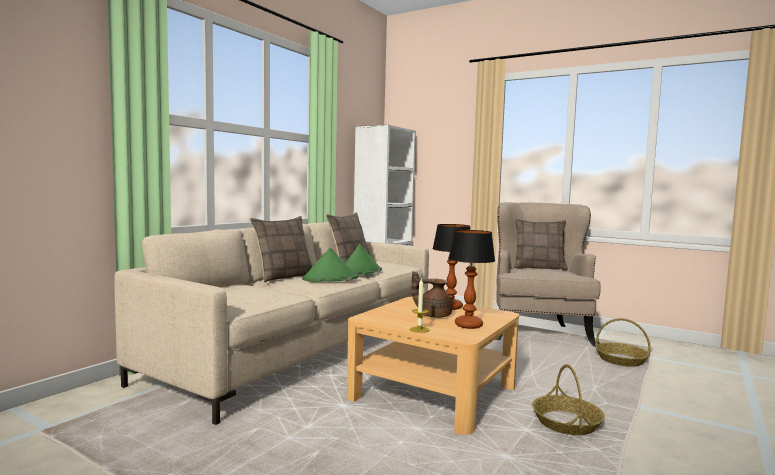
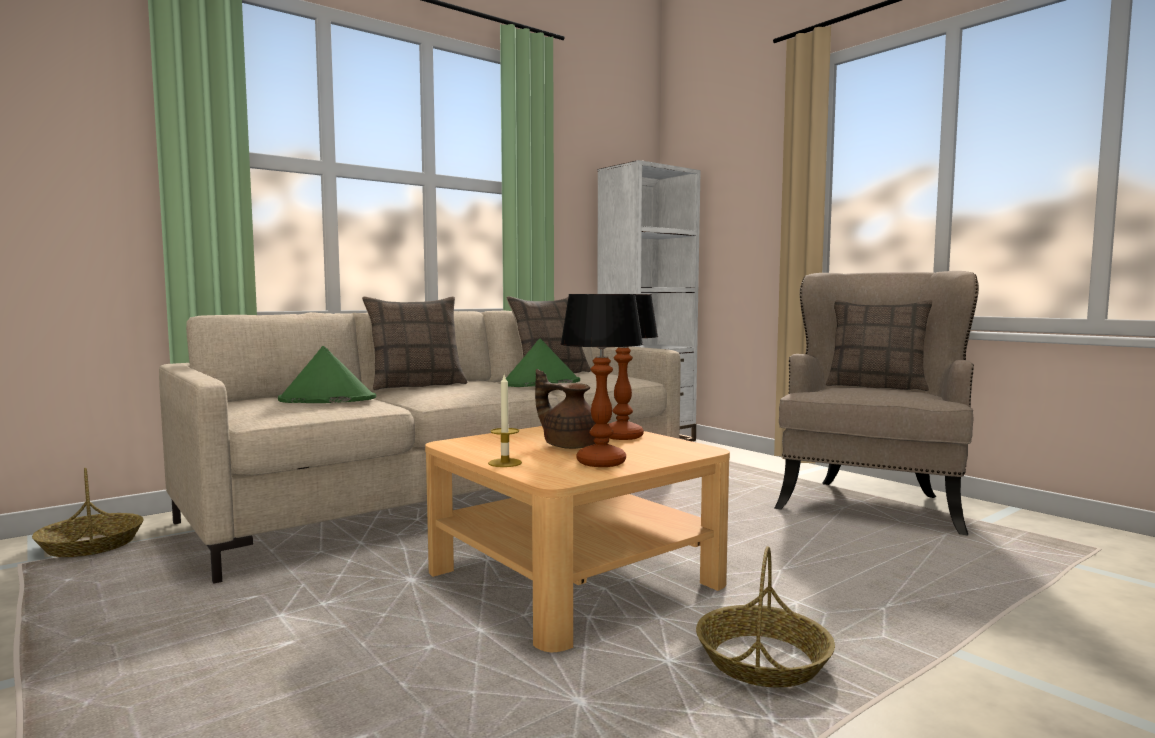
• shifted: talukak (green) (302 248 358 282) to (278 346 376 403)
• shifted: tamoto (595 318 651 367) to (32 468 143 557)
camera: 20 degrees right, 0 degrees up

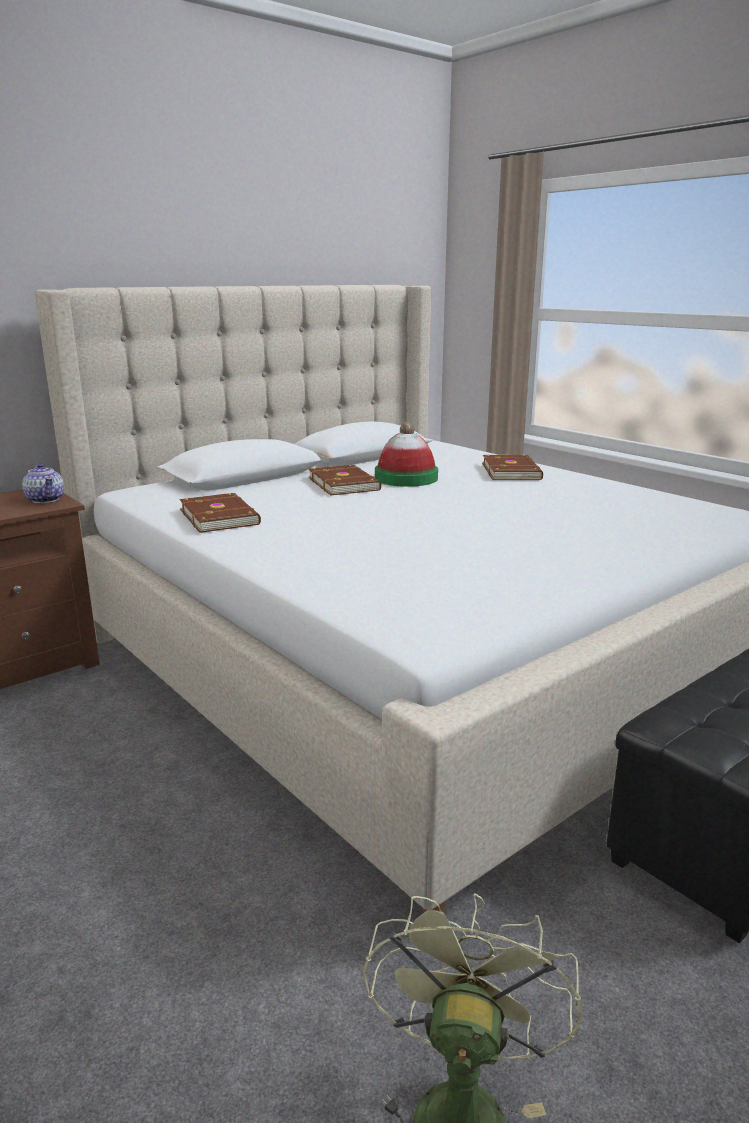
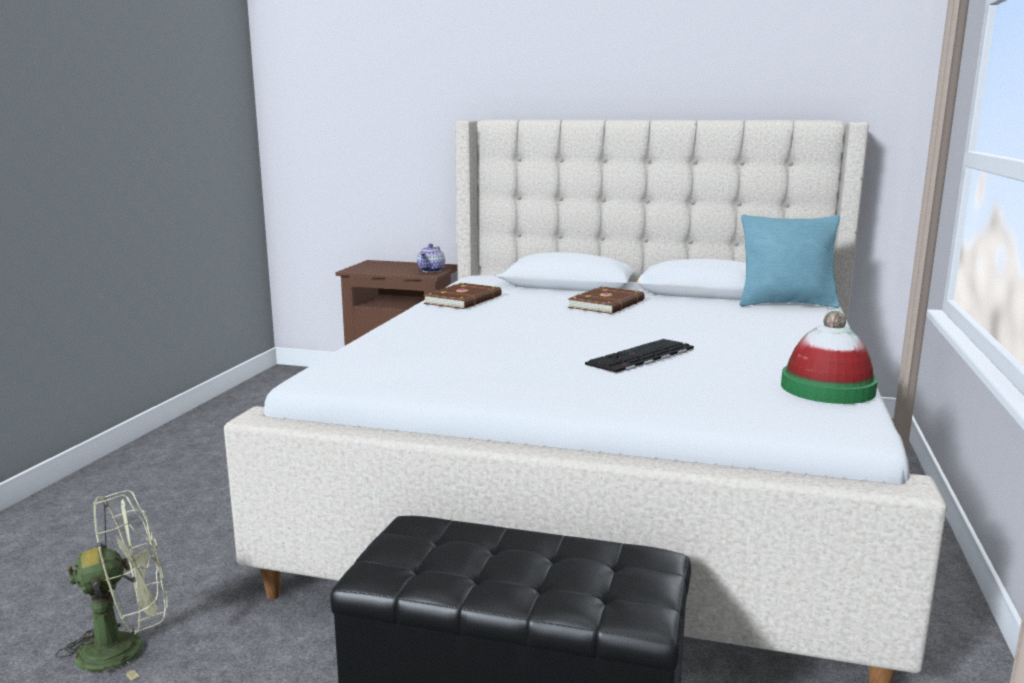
• gone: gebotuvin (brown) (482 455 543 480)
• new: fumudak (585 339 694 374)
• new: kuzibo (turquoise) (740 214 840 308)
• shifted: talukak (375 422 438 487) to (781 311 878 404)
camera: 55 degrees right, 5 degrees down

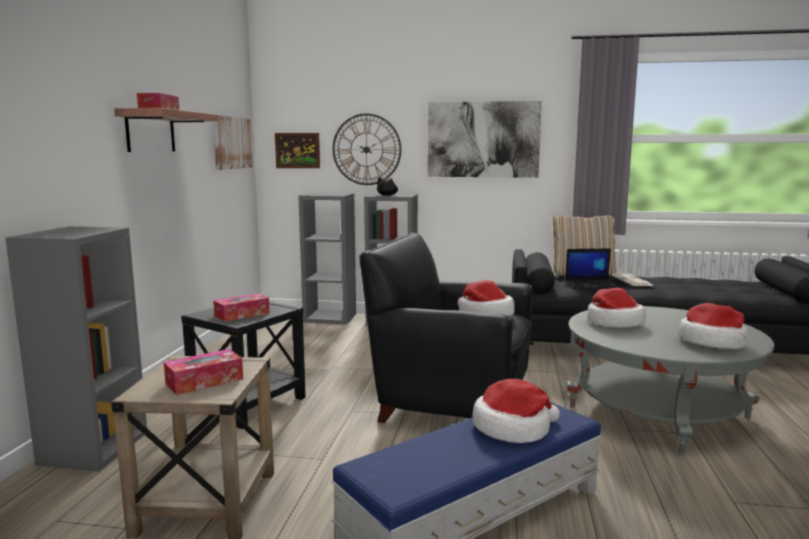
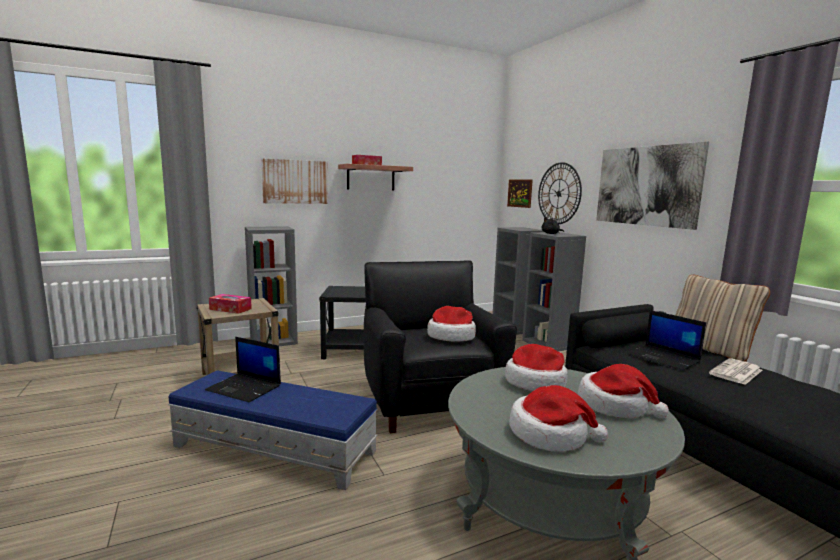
• gone: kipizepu (213 293 270 322)
• new: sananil (205 337 281 402)
• shifted: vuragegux (213 115 253 170) to (261 158 328 204)
• shifted: talukak (472 379 560 443) to (578 364 669 418)
camera: 55 degrees right, 0 degrees up

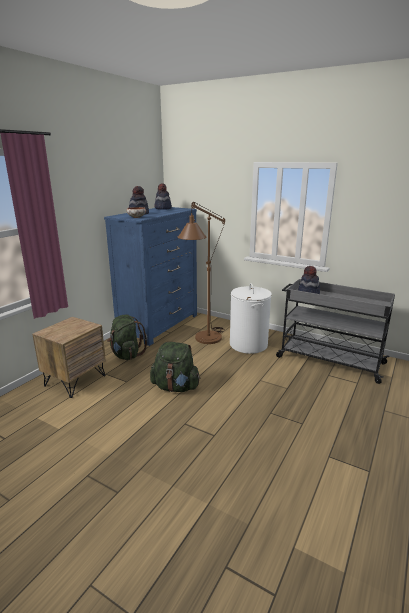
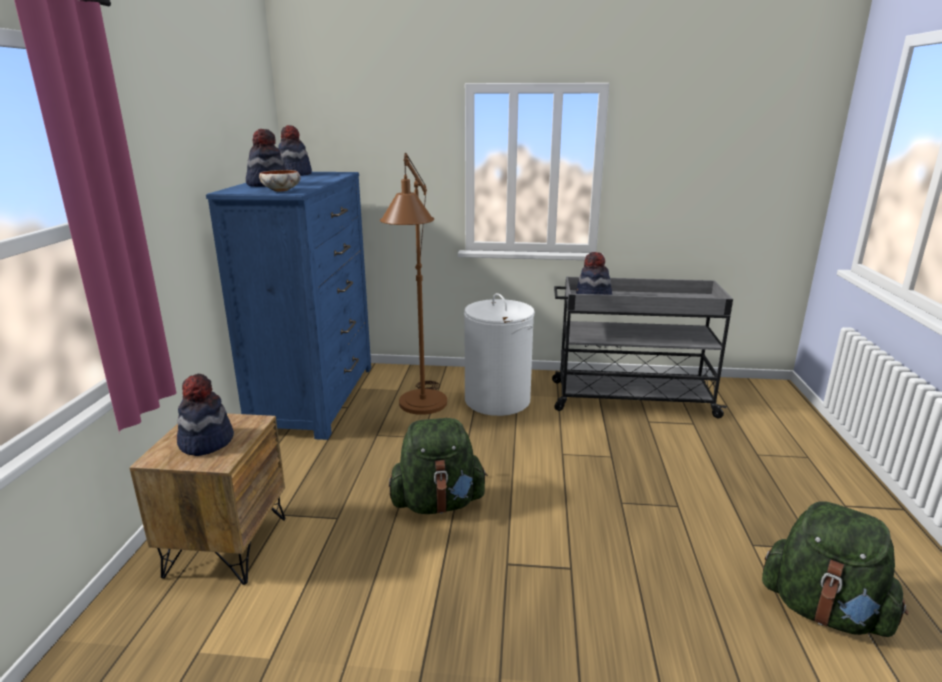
• new: talukak (177 374 234 456)
• shifted: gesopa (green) (107 315 147 360) to (762 501 908 637)
camera: 25 degrees left, 0 degrees up

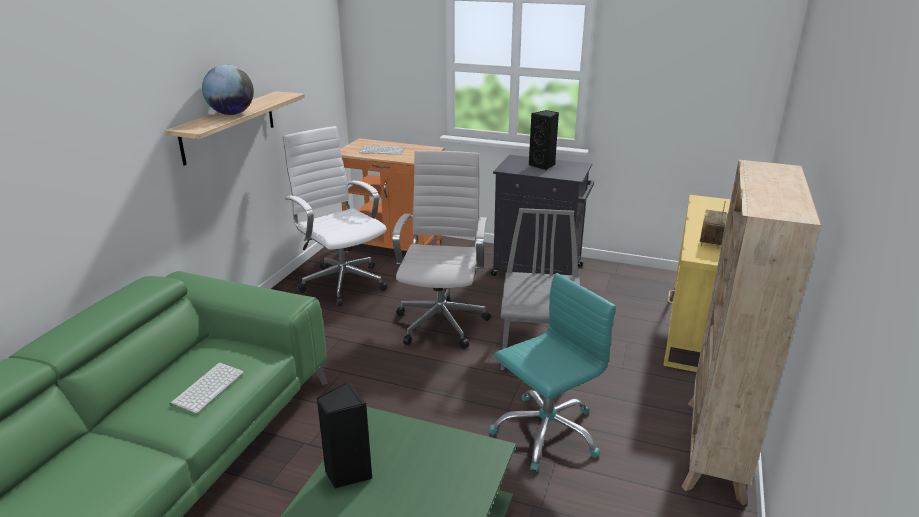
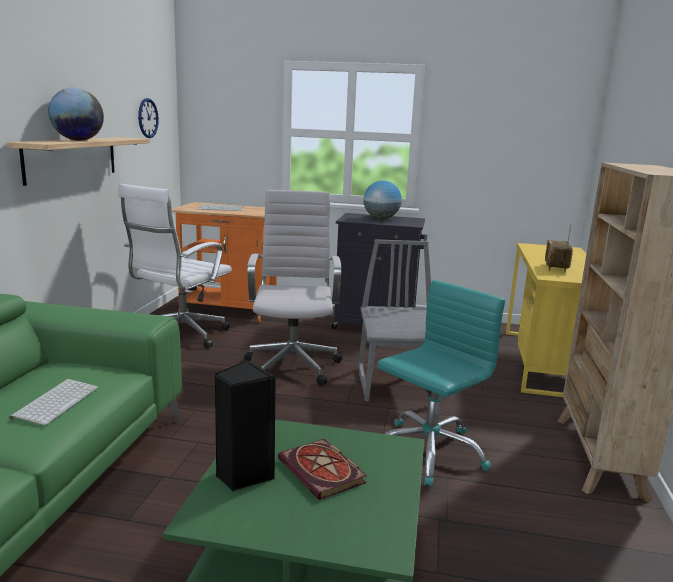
• new: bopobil (138 98 159 138)
• new: gebotuvin (278 439 367 500)
• swapped: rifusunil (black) (529 110 559 170) to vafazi (363 180 402 219)
• rotated: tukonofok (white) (282 126 387 306) = (118 184 232 349) 105 degrees counterclockwise
camera: 10 degrees left, 10 degrees down

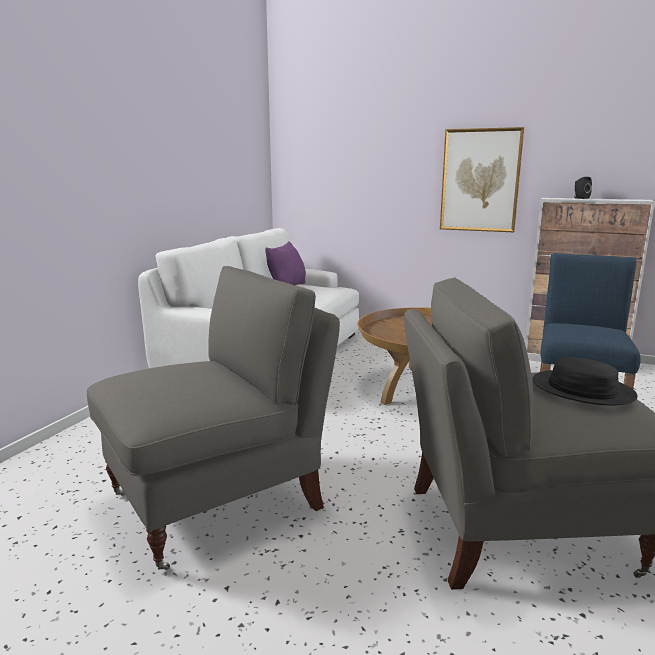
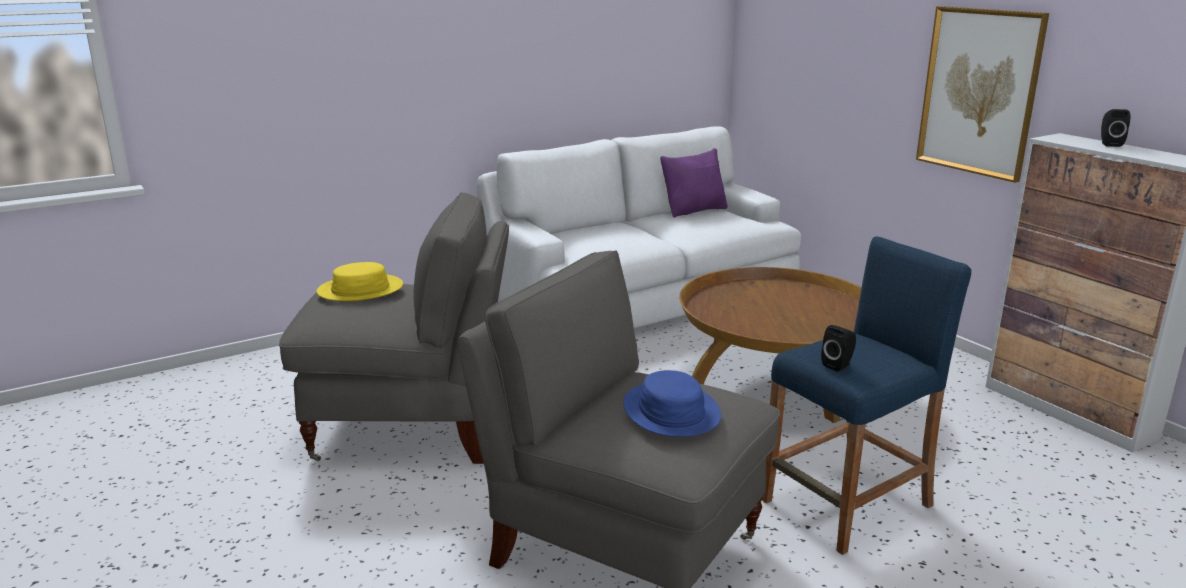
• new: talukak (yellow) (317 262 403 301)
• new: rifusunil (black) (821 325 856 372)
• repainted: talukak (black) (532 357 638 405) to talukak (blue) (623 370 721 437)
camera: 35 degrees right, 5 degrees up

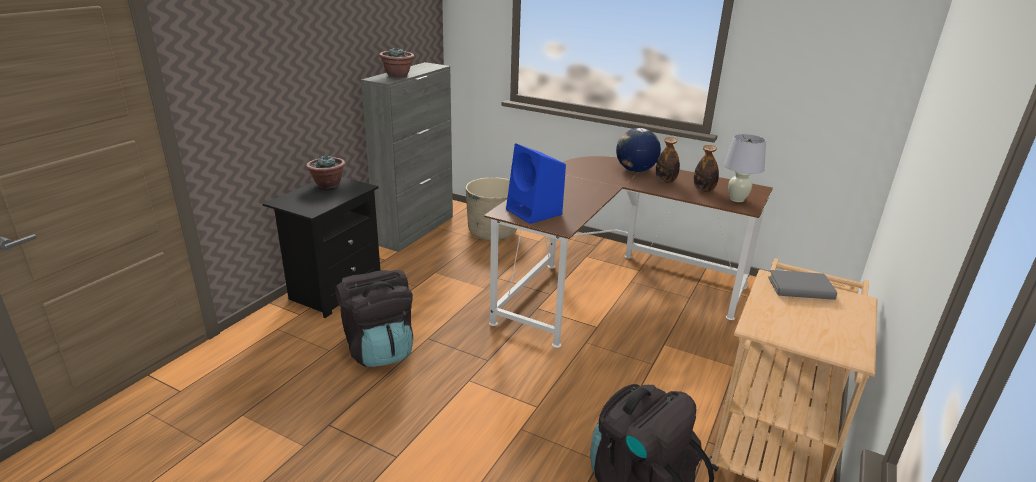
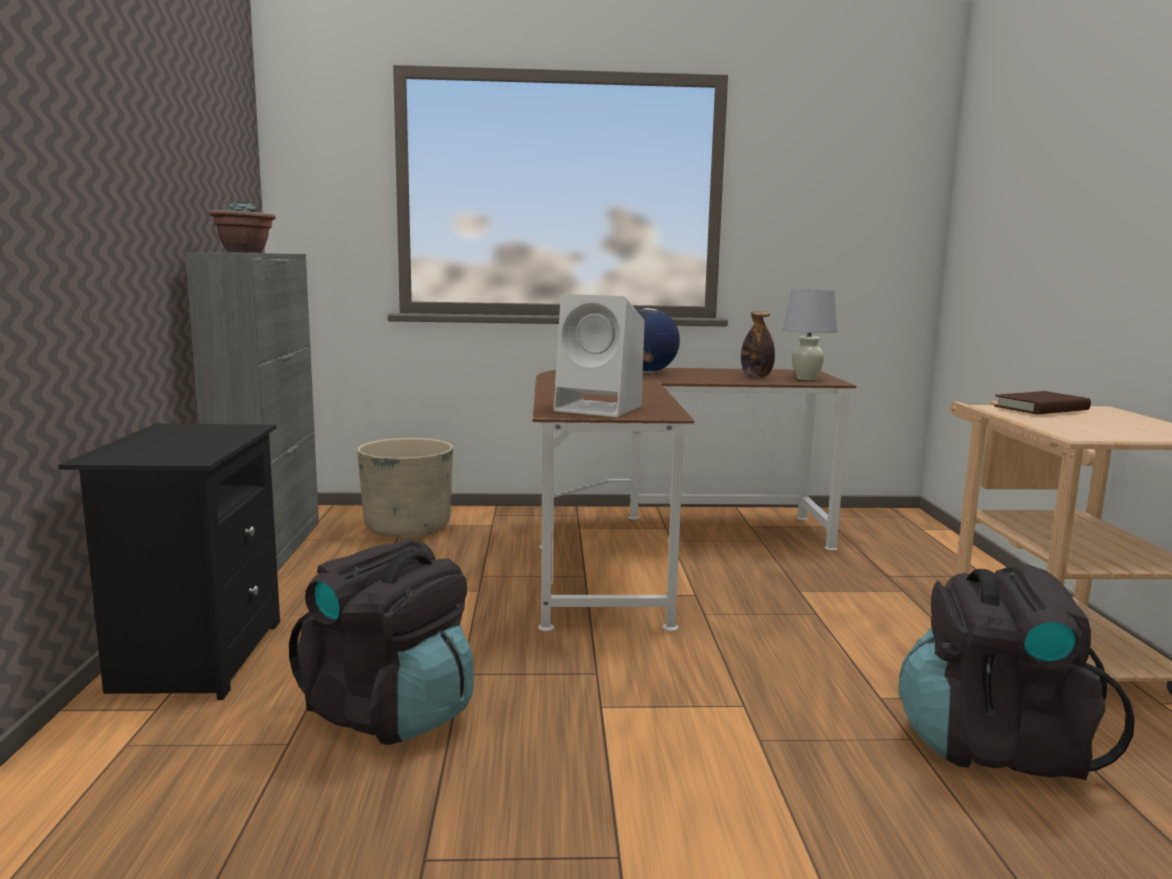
• gone: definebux (306 155 345 189)
• gone: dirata (656 137 680 183)
• repainted: rifusunil (blue) (506 143 566 224) to rifusunil (white) (553 294 644 417)
• repainted: gebotuvin (grey) (768 270 837 300) to gebotuvin (brown) (994 391 1091 414)
camera: 30 degrees left, 15 degrees down

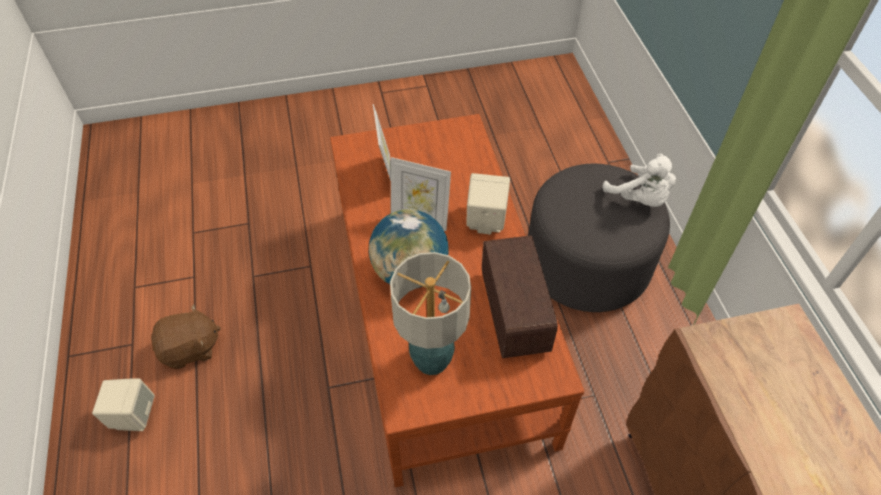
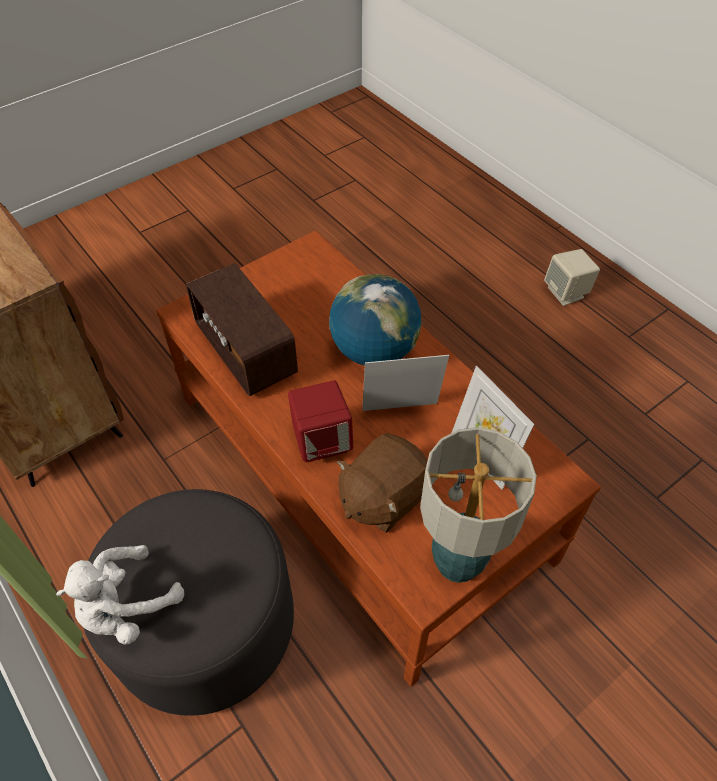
• shifted: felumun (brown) (151 304 221 369) to (337 433 428 533)
• shifted: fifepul (390 252 471 375) to (420 427 537 583)
• repainted: rifusunil (beige) (466 173 510 235) to rifusunil (red) (288 380 353 462)
• rotated: felumun (white) (603 153 676 207) = (56 545 184 645) 75 degrees counterclockwise
camera: 155 degrees right, 0 degrees up

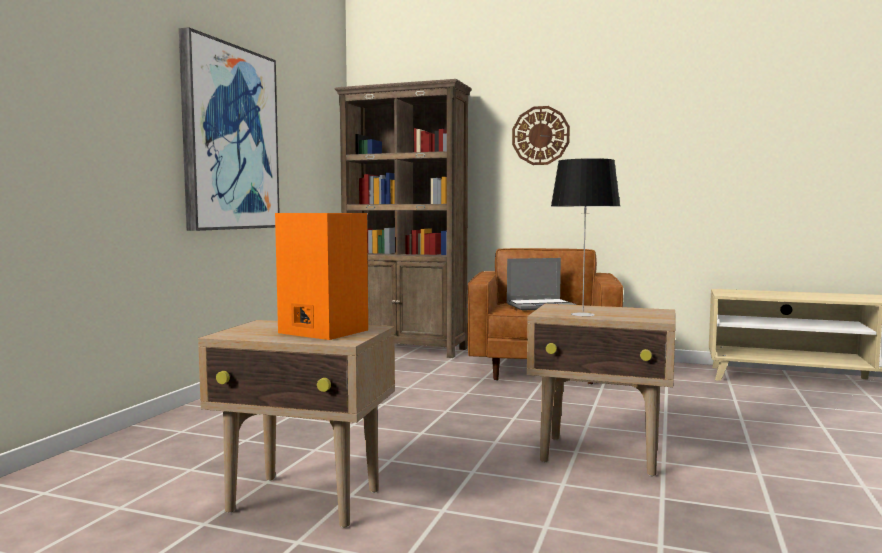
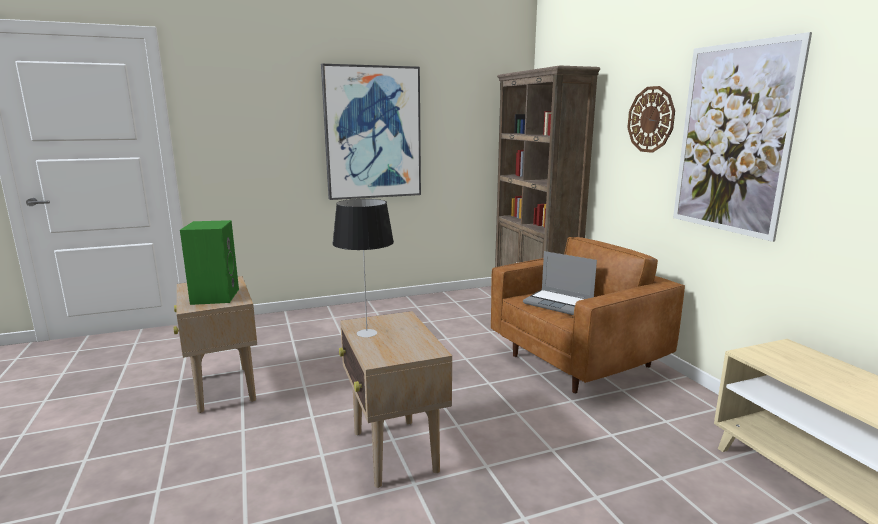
• new: vuragegux (673 32 812 242)
• repainted: rifusunil (orange) (275 213 368 340) to rifusunil (green) (180 220 239 305)
camera: 50 degrees right, 10 degrees up

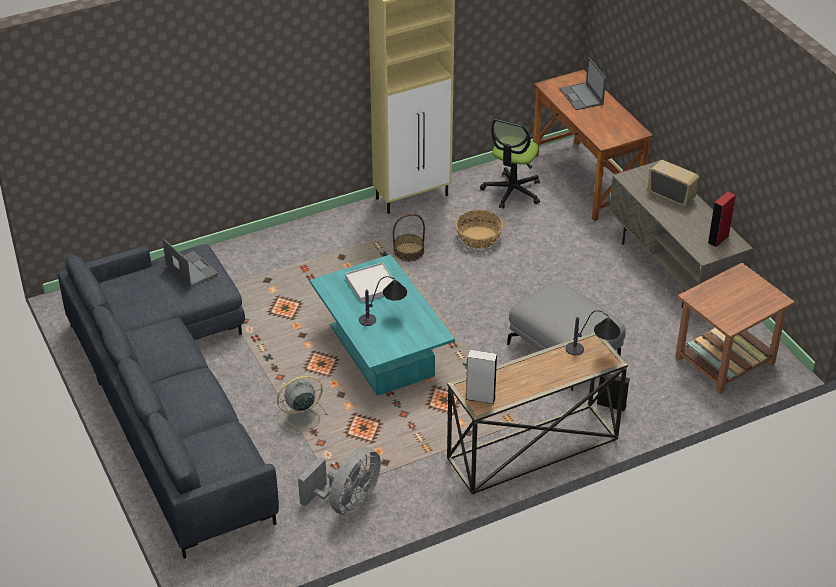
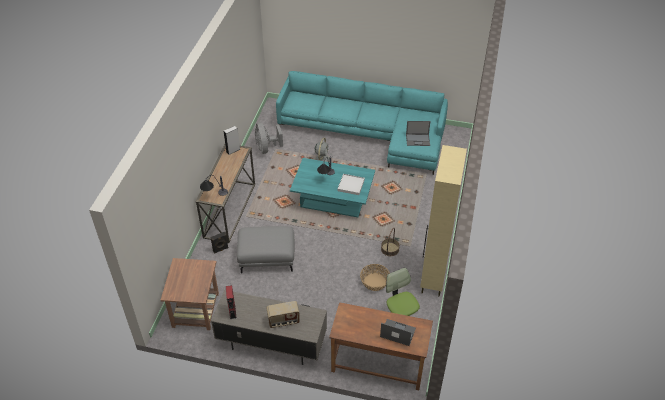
• repainted: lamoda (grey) (58 244 279 559) to lamoda (turquoise) (276 71 448 175)
camera: 130 degrees right, 5 degrees up

